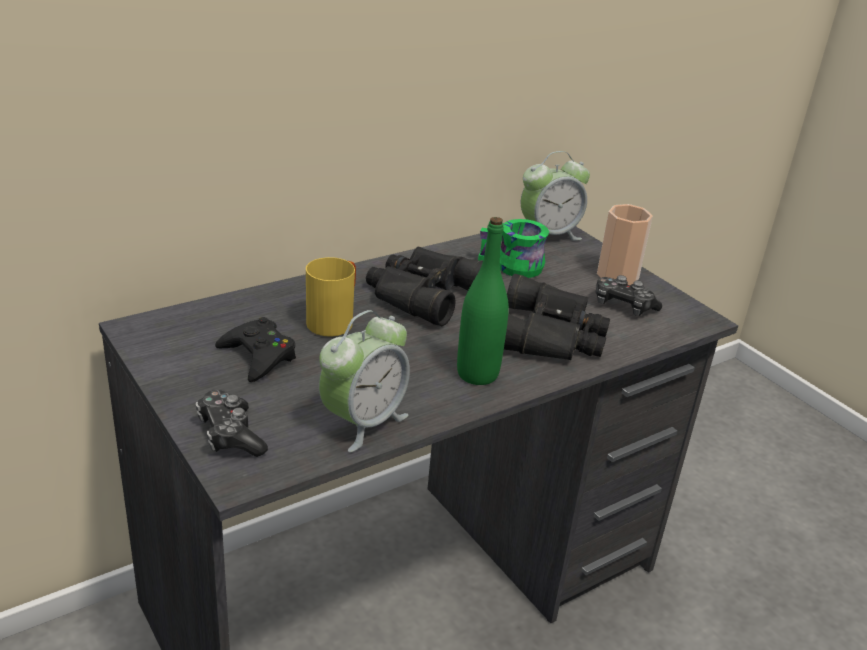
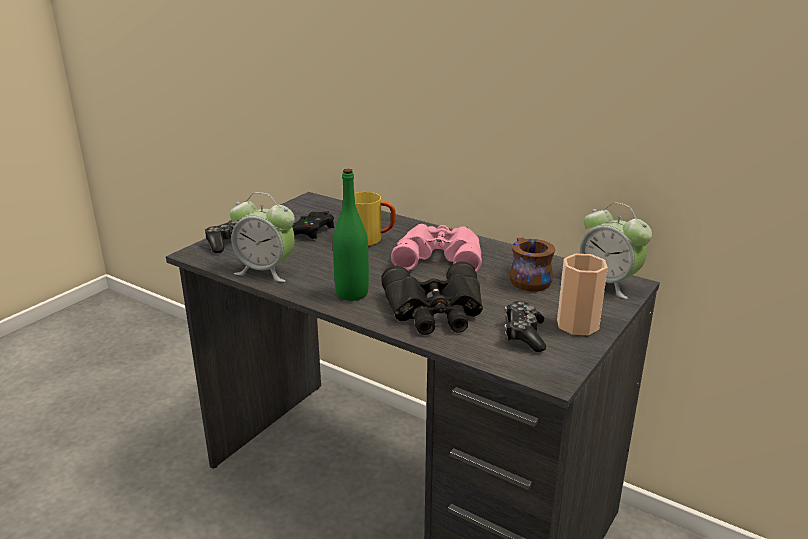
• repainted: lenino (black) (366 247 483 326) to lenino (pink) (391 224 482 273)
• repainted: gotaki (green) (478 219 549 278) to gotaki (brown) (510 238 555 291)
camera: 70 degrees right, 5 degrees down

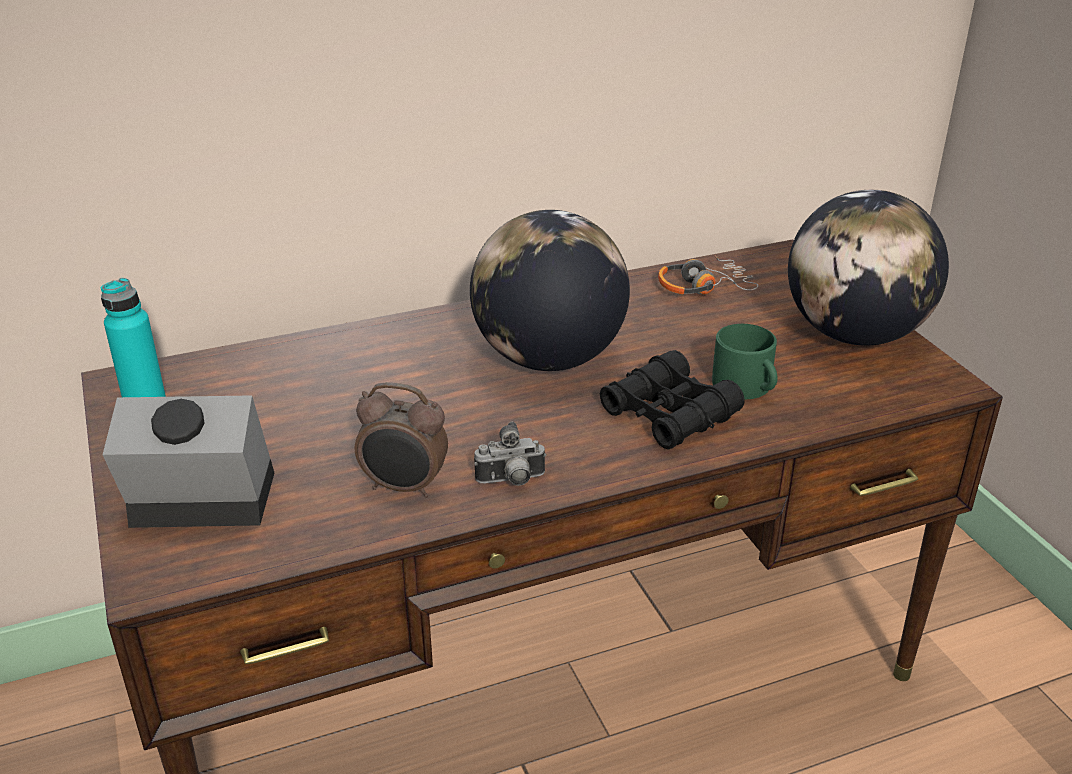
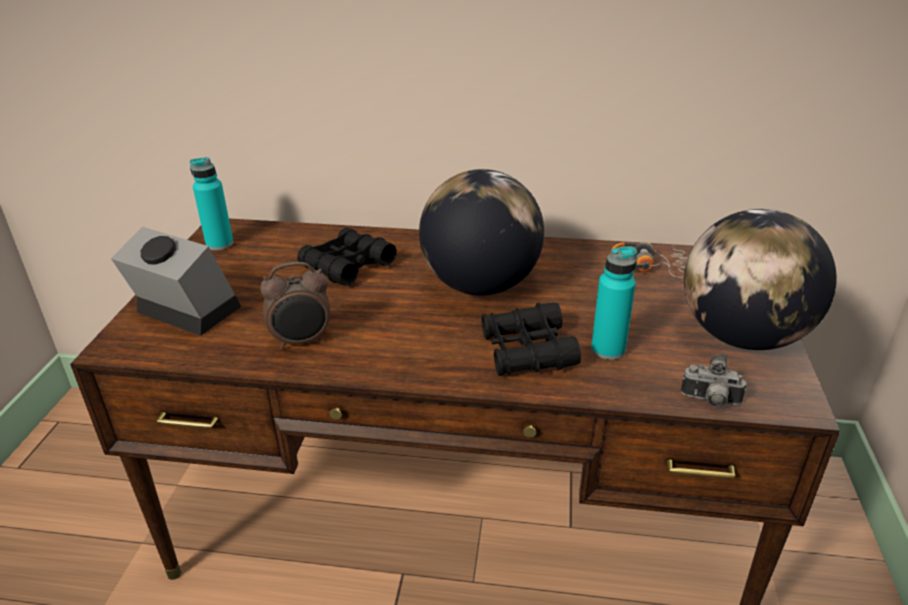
• new: lenino (black) (297 228 397 286)
• shifted: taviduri (474 422 546 486) to (681 354 747 407)
• swapped: gotaki (green) (712 324 778 399) to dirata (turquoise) (591 246 637 360)
• rotated: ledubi (355 382 448 498) = (260 262 331 349) 60 degrees counterclockwise
camera: 30 degrees right, 0 degrees up

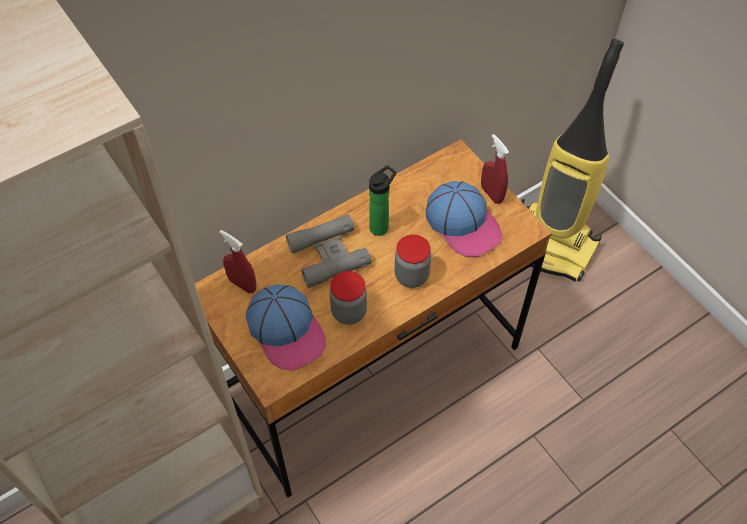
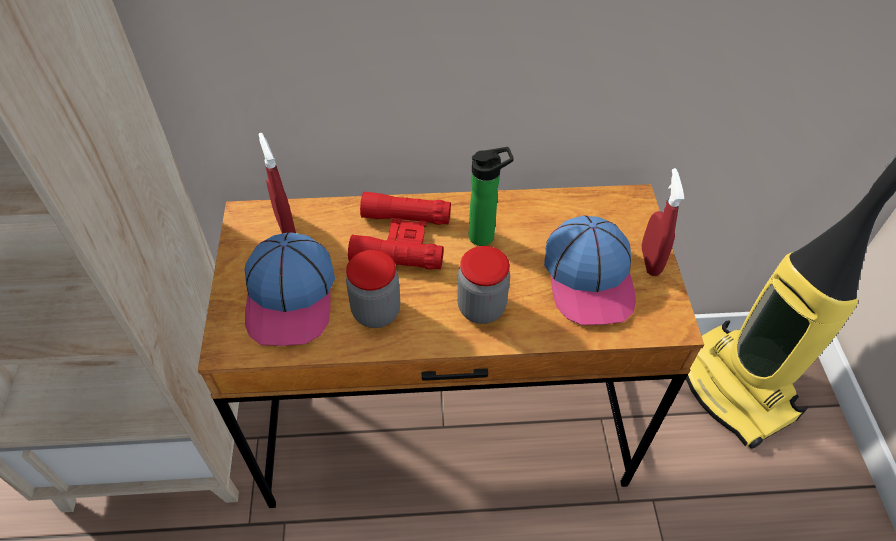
• repainted: lenino (grey) (286 215 372 288) to lenino (red) (348 191 451 270)
camera: 30 degrees right, 5 degrees down

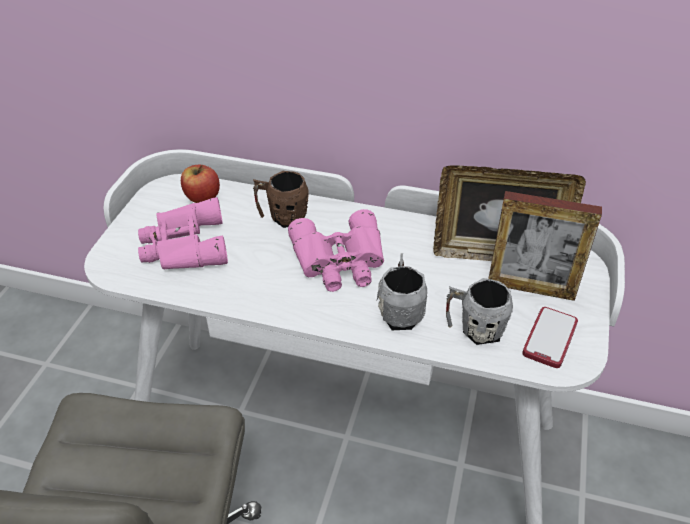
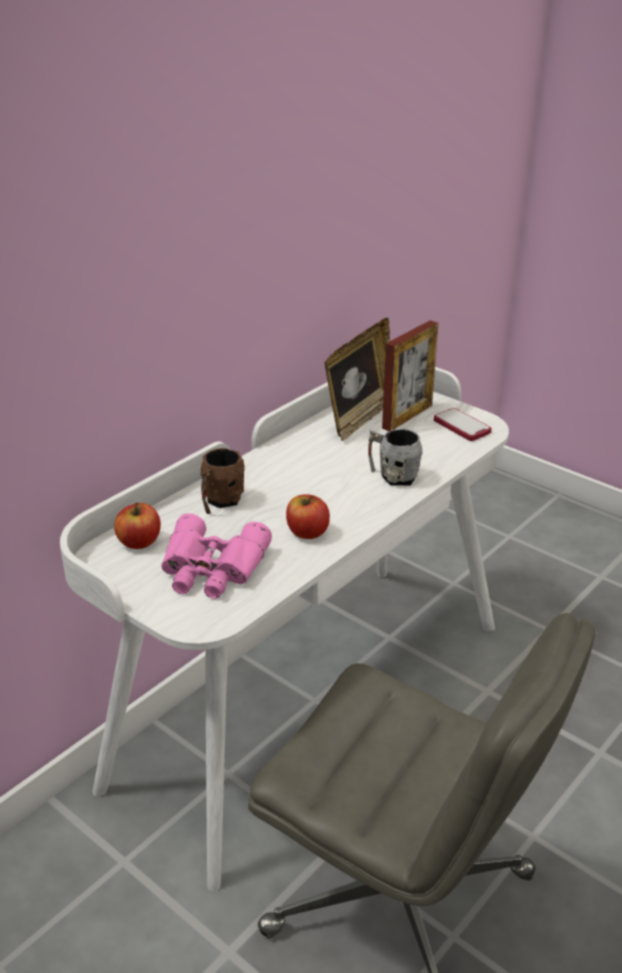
• gone: lenino (pink) (288 209 384 292)
• gone: gotaki (grey) (446 278 513 345)
• new: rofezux (286 494 330 539)
camera: 65 degrees left, 10 degrees down

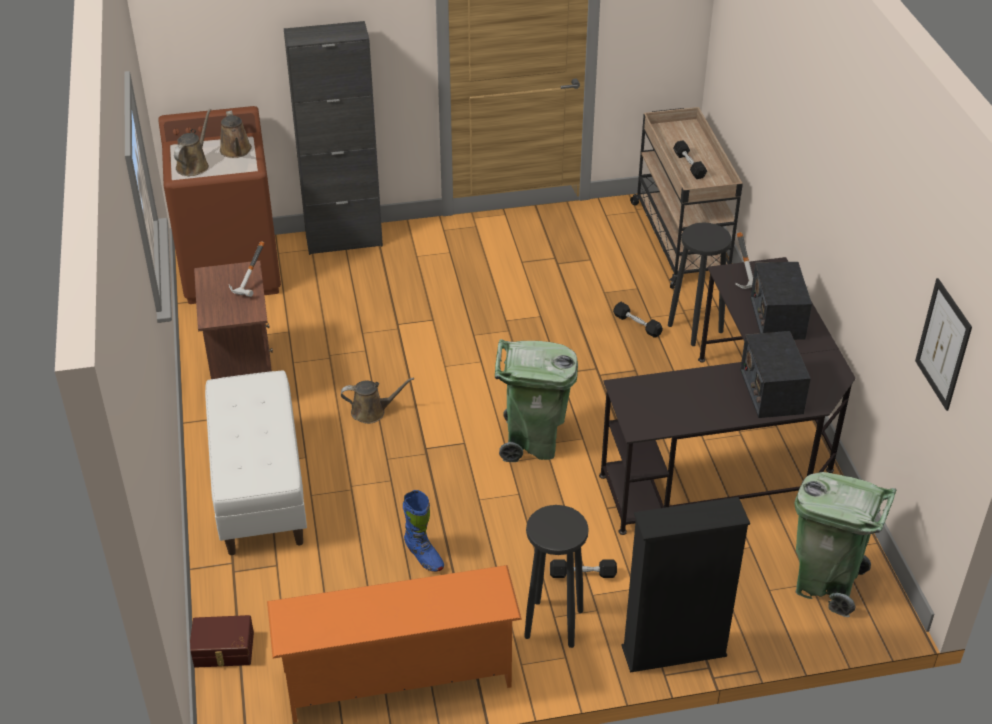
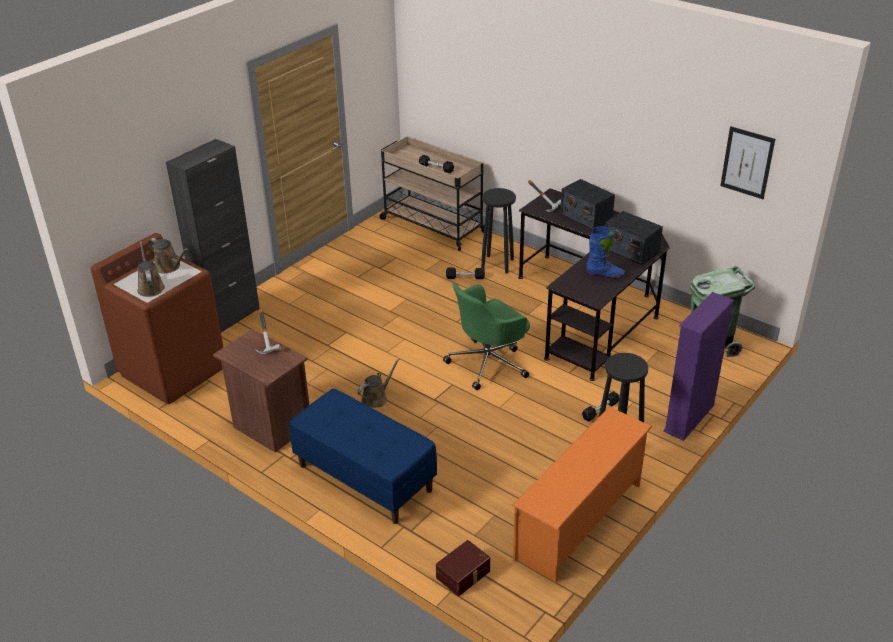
• shifted: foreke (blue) (403 490 444 572) to (586 226 625 279)
• swapped: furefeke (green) (495 339 578 462) to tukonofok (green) (443 283 530 390)
• repainted: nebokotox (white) (205 370 307 555) to nebokotox (blue) (289 389 437 524)
• repainted: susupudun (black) (621 497 750 673) to susupudun (purple) (663 292 734 441)
camera: 40 degrees left, 5 degrees down

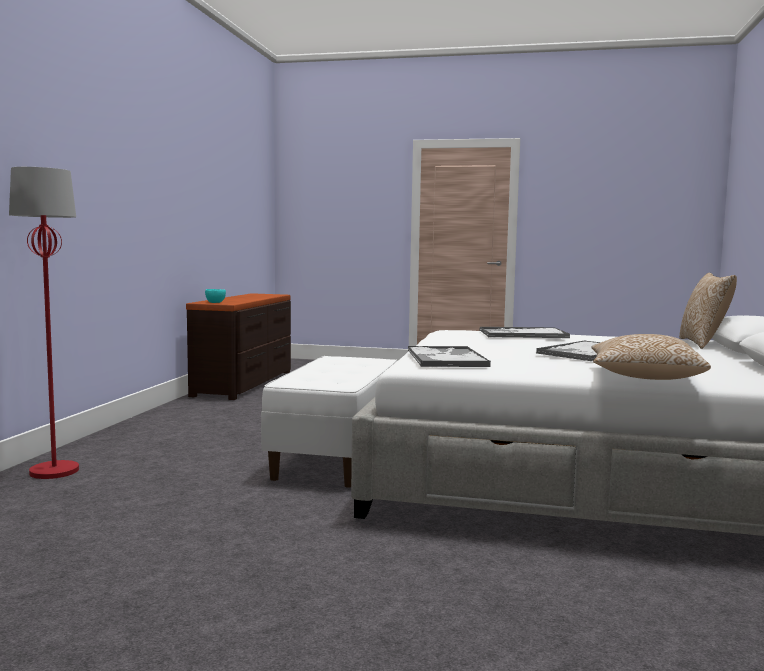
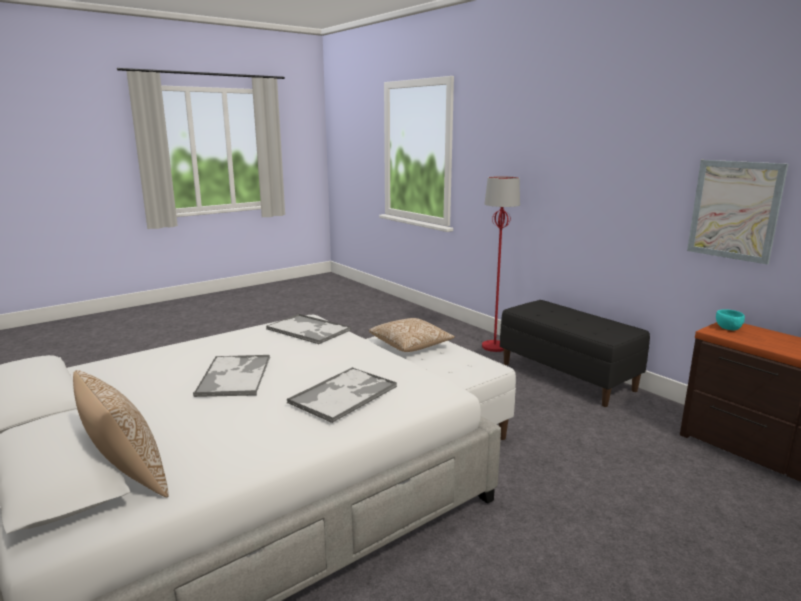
• new: nebokotox (black) (500 300 650 407)
• new: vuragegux (687 160 788 264)
• shifted: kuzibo (591 334 711 380) to (369 318 455 352)
camera: 130 degrees right, 10 degrees up

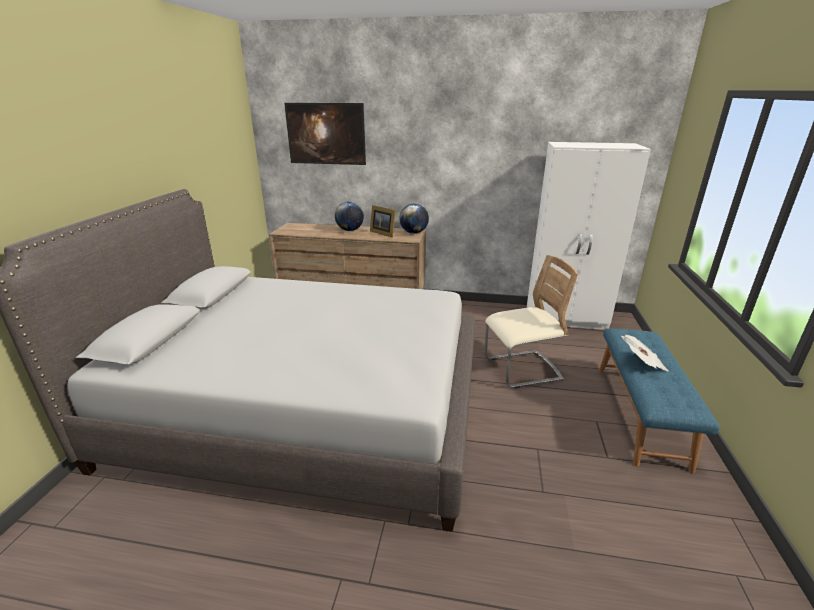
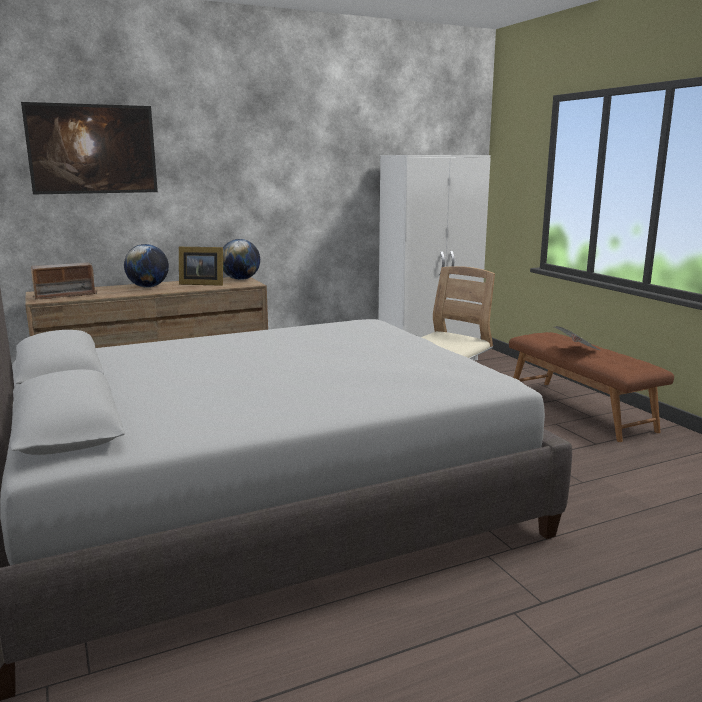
• new: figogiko (31 262 98 300)
• repainted: nebokotox (blue) (599 328 720 473) to nebokotox (brown) (509 332 674 442)
camera: 35 degrees left, 10 degrees down

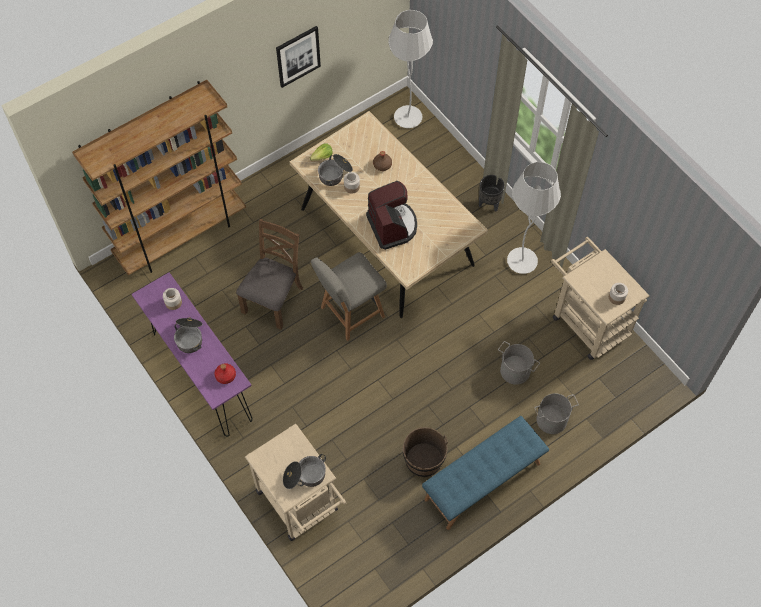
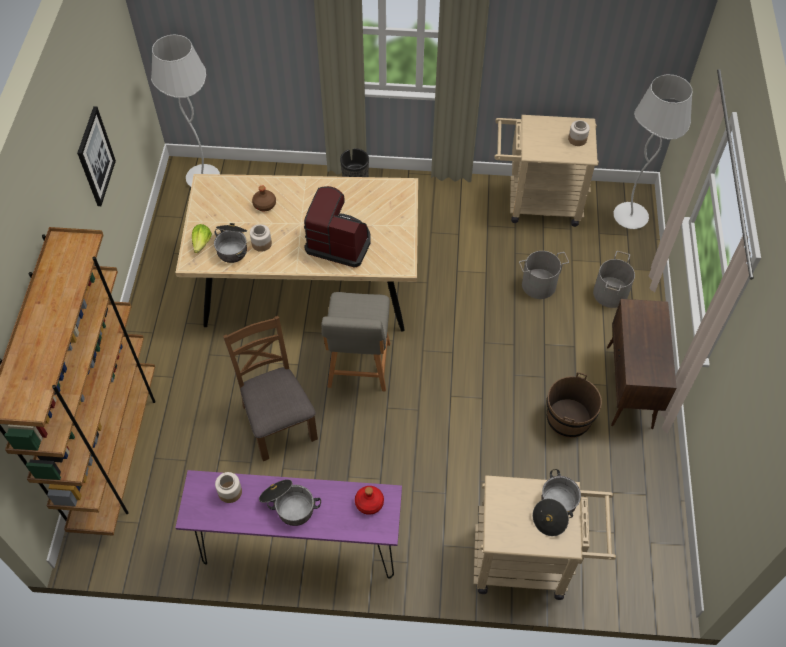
• shifted: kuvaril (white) (507 162 561 274) to (614 74 693 229)
• swapped: nebokotox (blue) (422 416 549 530) to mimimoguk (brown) (607 299 677 429)
camera: 50 degrees left, 5 degrees down

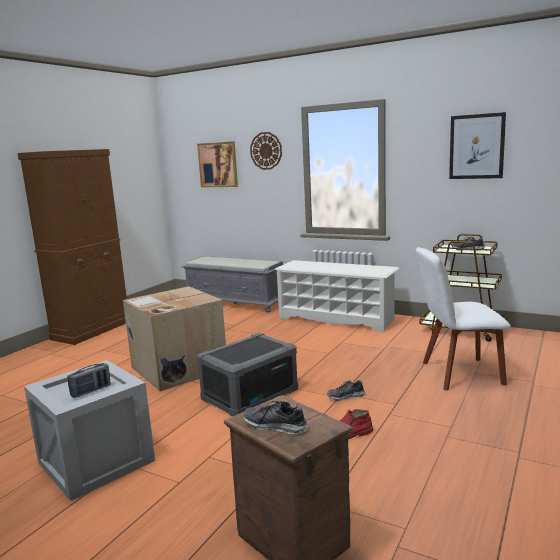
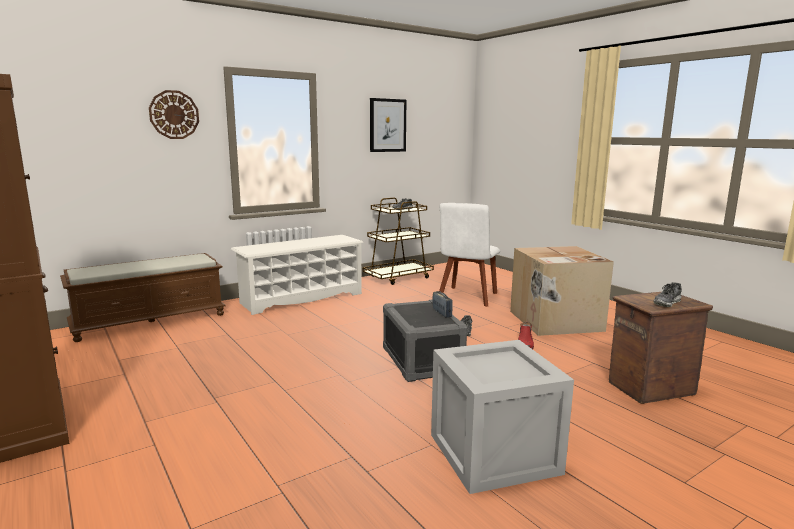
• gone: vuragegux (197 141 238 187)
• shifted: figogiko (68 363 111 398) to (432 291 453 318)
• shifted: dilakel (123 286 226 391) to (510 246 614 336)
• repainted: nebokotox (grey) (182 256 283 313) to nebokotox (brown) (60 253 226 342)
camera: 65 degrees left, 0 degrees up

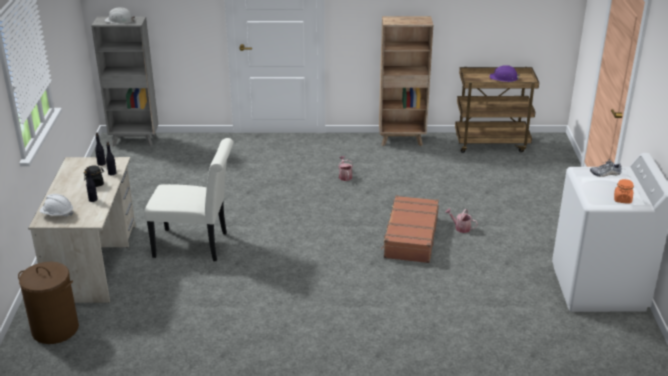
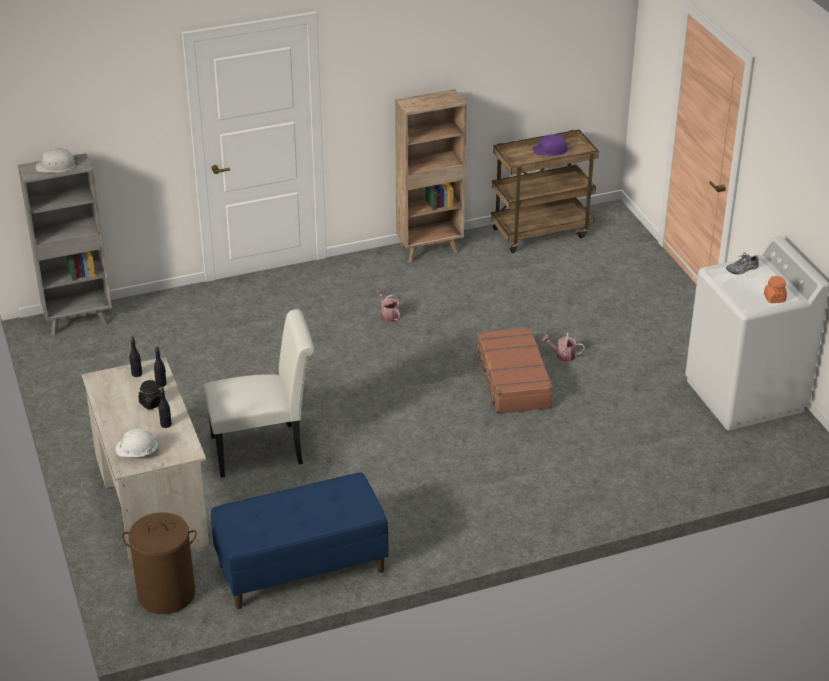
• new: nebokotox (blue) (211 473 389 609)
camera: 20 degrees left, 5 degrees up

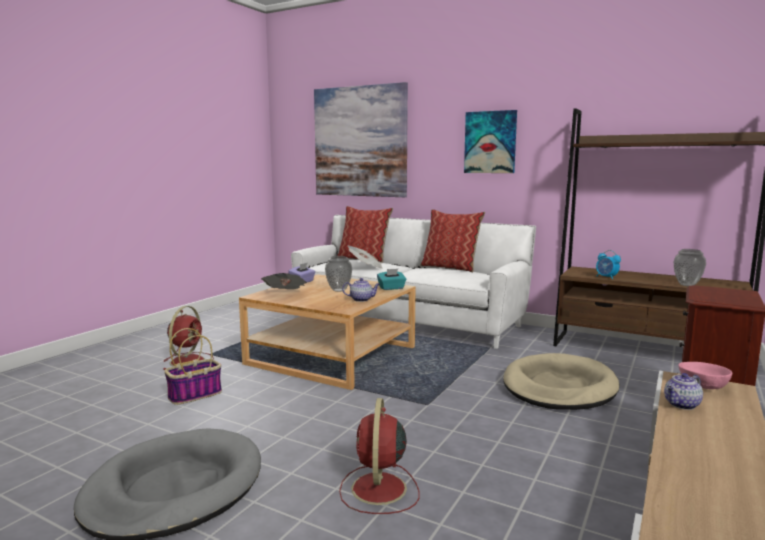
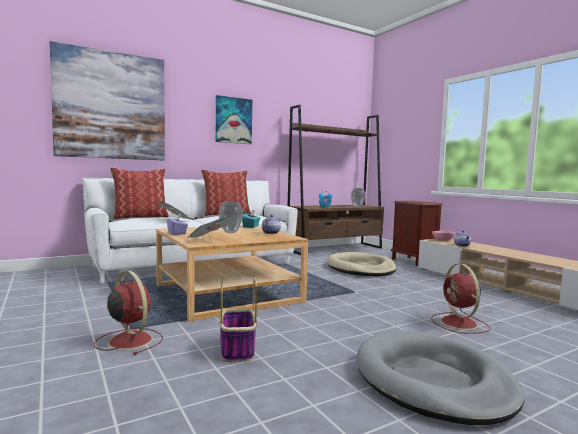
• rotated: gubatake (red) (339 398 419 514) = (431 264 490 334) 45 degrees clockwise
camera: 60 degrees left, 5 degrees down

